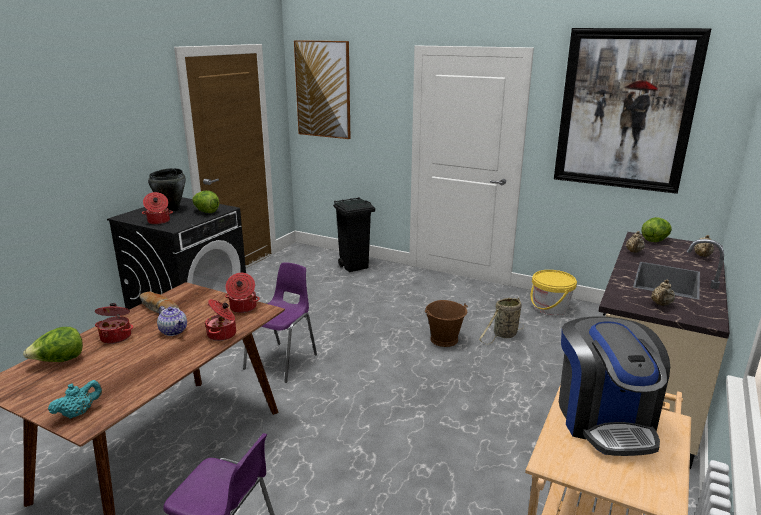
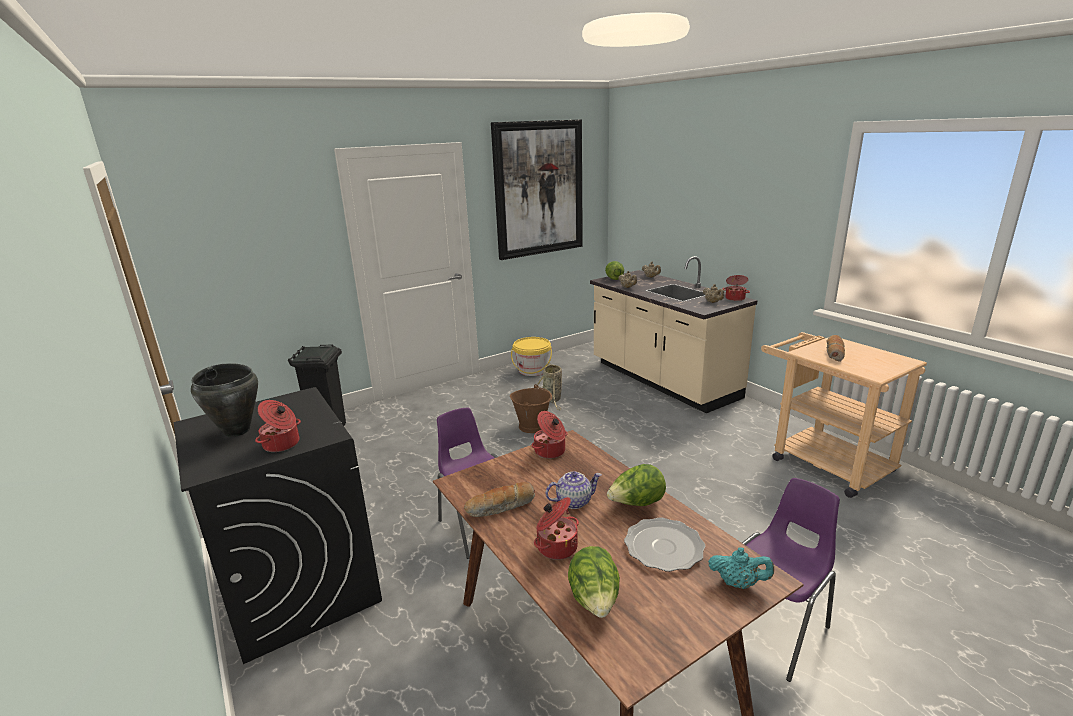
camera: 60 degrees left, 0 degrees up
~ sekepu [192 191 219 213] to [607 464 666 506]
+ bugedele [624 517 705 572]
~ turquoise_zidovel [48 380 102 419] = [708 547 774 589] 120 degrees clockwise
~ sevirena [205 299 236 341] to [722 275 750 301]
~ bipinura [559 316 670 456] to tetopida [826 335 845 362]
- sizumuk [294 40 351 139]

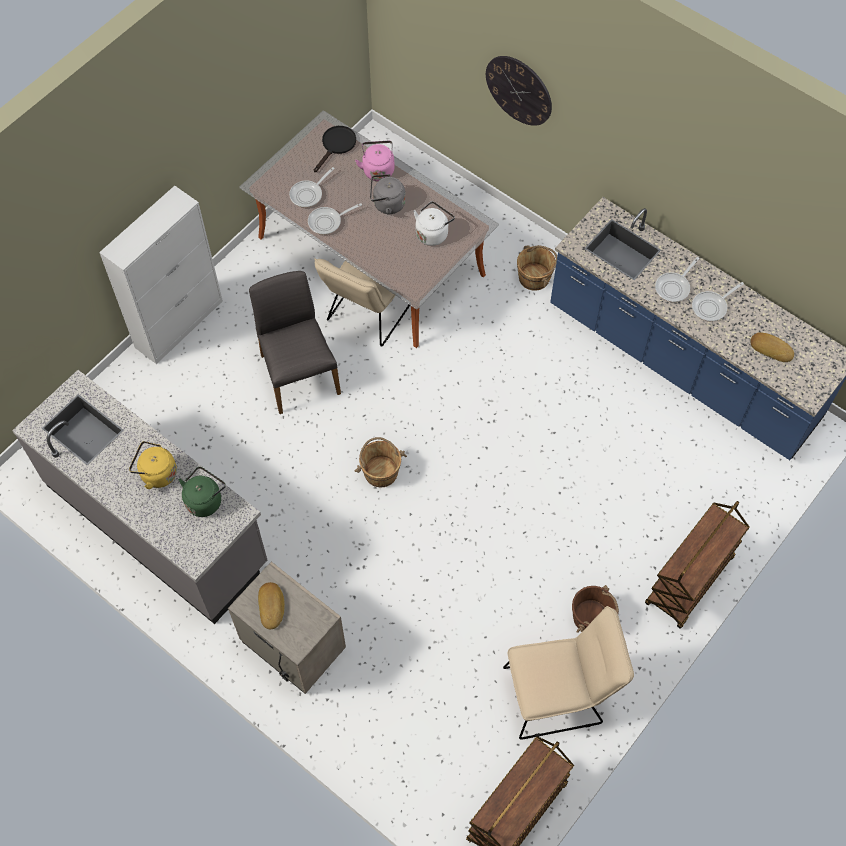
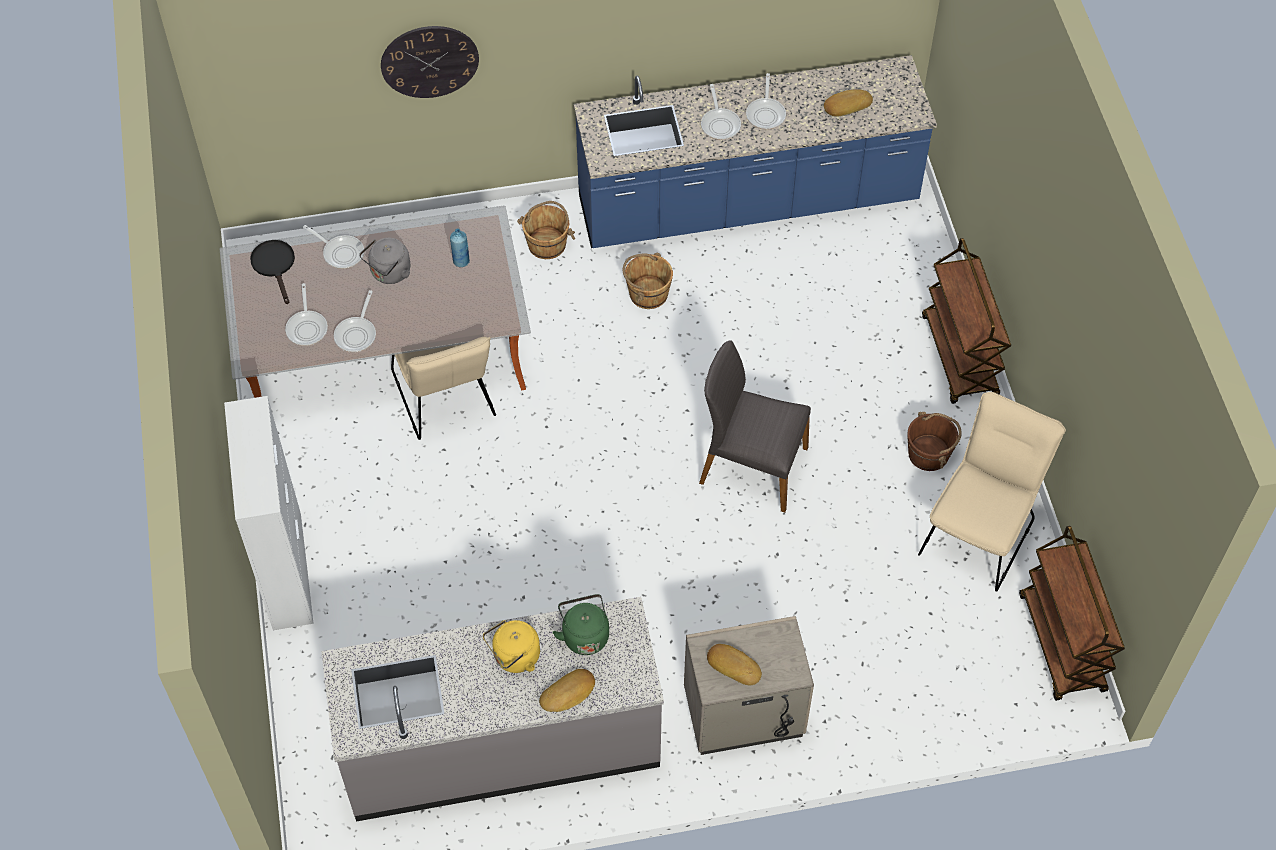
camera: 50 degrees left, 5 degrees down
~ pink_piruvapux [355 141 395 181] to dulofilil [303 225 364 269]
~ white_piruvapux [413 201 455 246] to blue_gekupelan [450 228 470 267]
+ tetopida [539 669 595 712]
~ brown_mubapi [355 437 407 487] to [623 252 673 309]
~ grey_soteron [249 271 341 414] to [699 340 811 513]

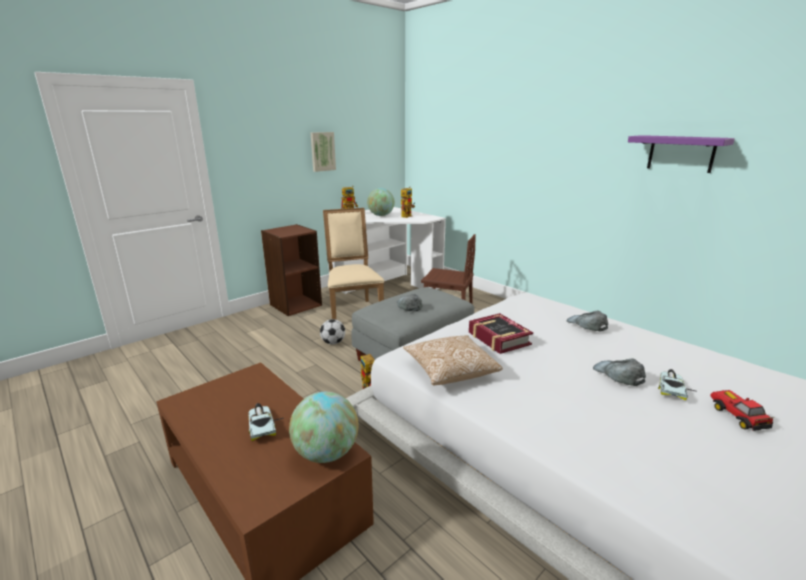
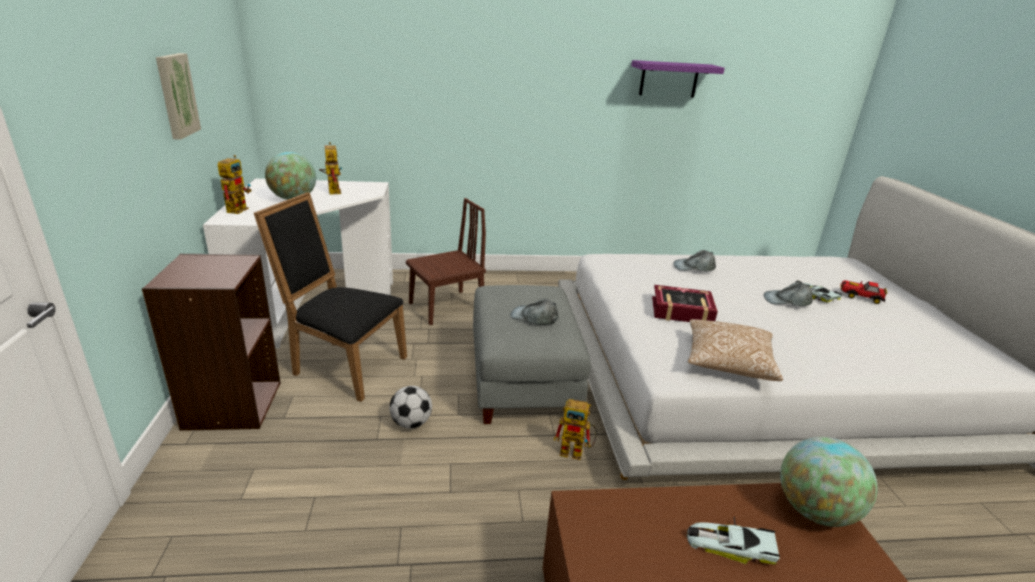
camera: 55 degrees left, 5 degrees up
~ beige_soteron [323 208 384 319] to black_soteron [254 192 407 402]

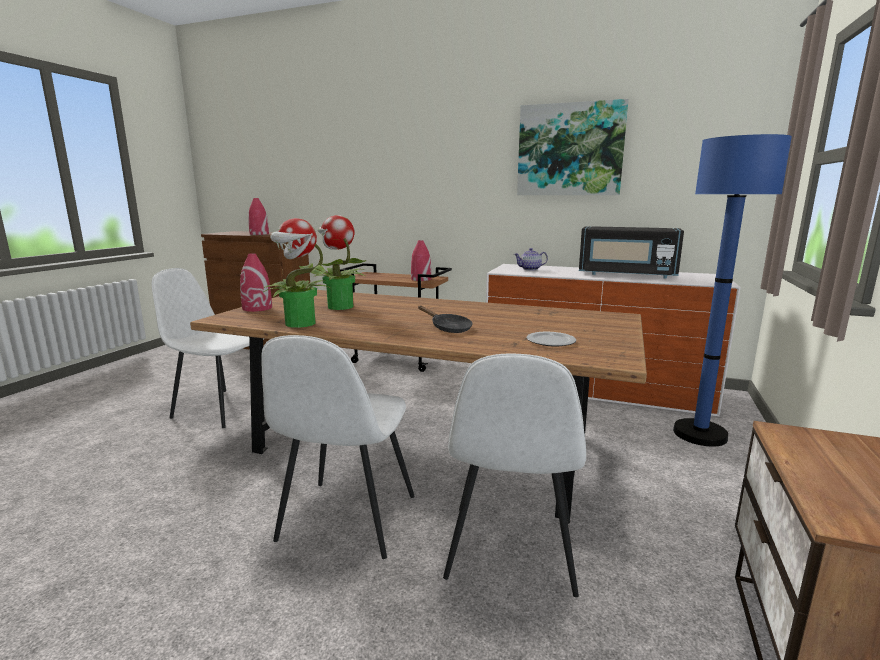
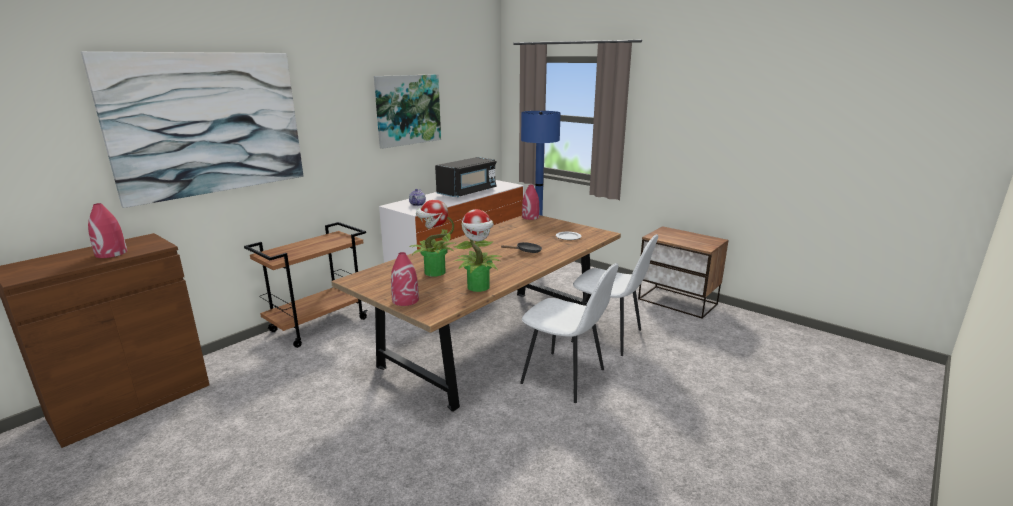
camera: 70 degrees left, 5 degrees up
+ sizumuk [81 51 304 208]
~ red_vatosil [411 240 431 281] to [522 184 539 220]
- white_soteron [152 268 264 428]

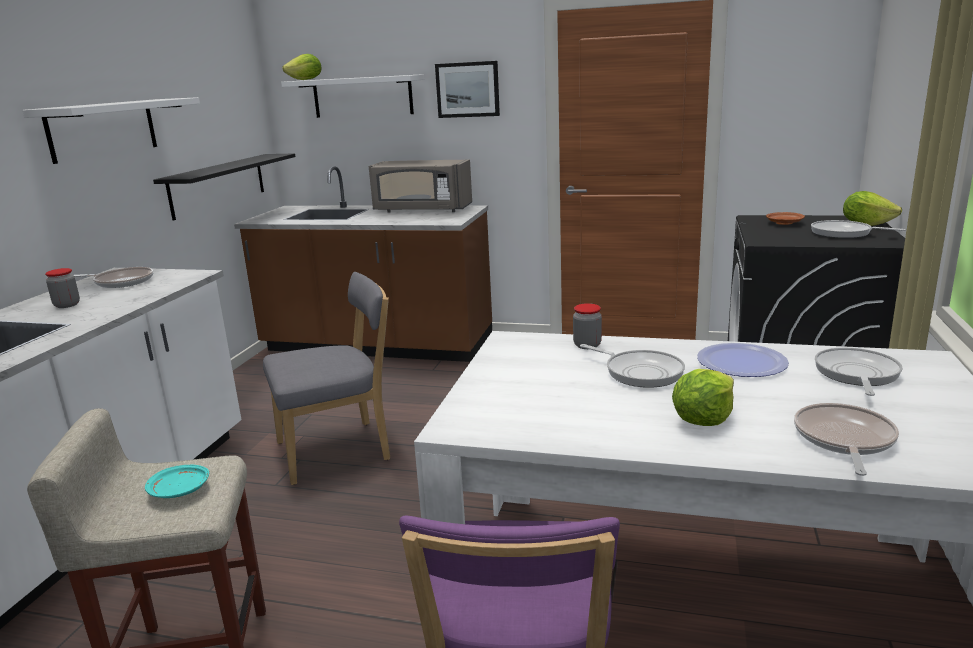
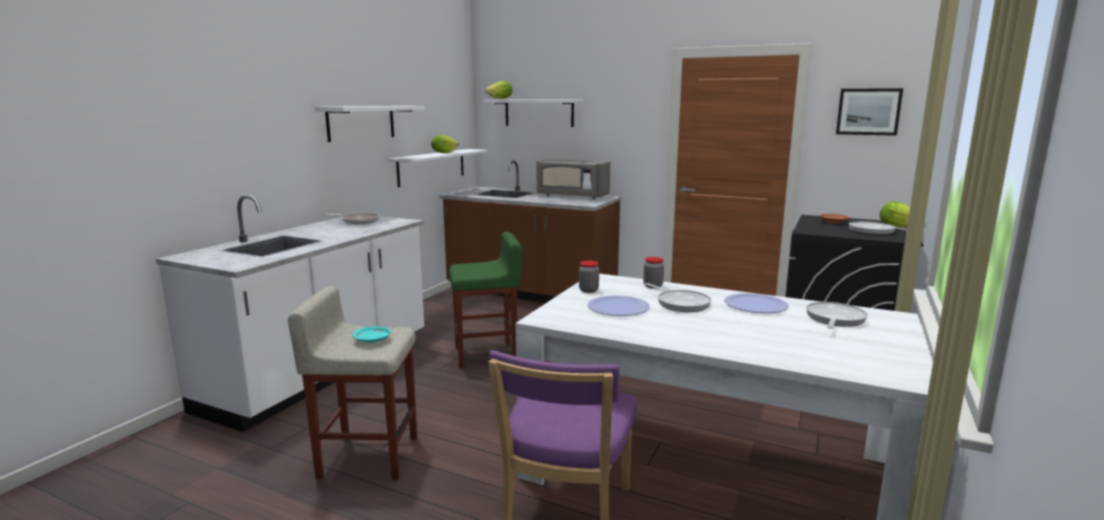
camera: 10 degrees right, 5 degrees down
~ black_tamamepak [153 153 296 221] to white_tamamepak [389 149 488 187]
~ sekepu [672 369 734 426] to [431 135 459 153]
~ grey_soteron [263 272 390 485] to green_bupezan [449 232 522 368]
~ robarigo [45 268 80 308] to [579 261 599 293]
+ bugedele [587 295 650 316]
~ sizumuk [435 61 500 118] to [836 88 903 136]
- dulofilil [794 403 899 476]

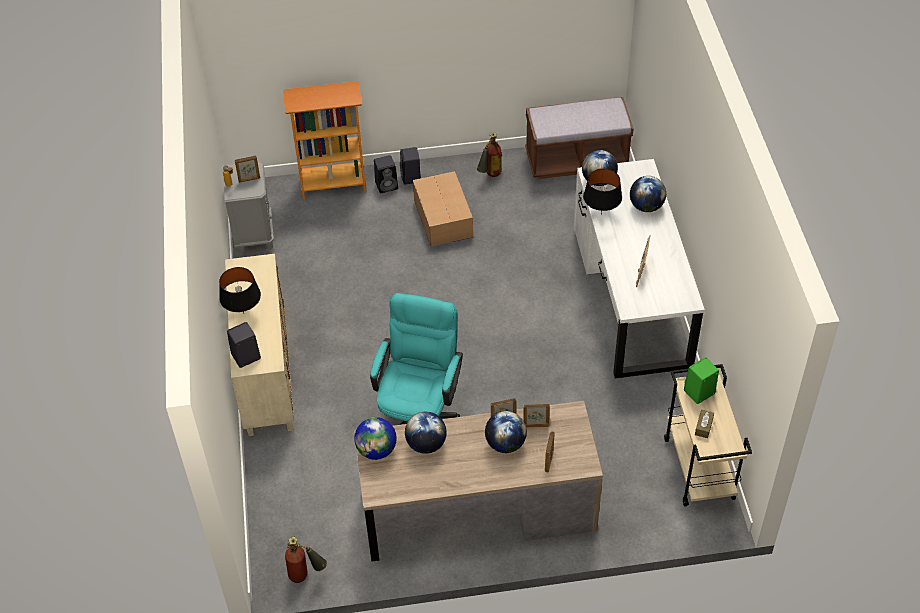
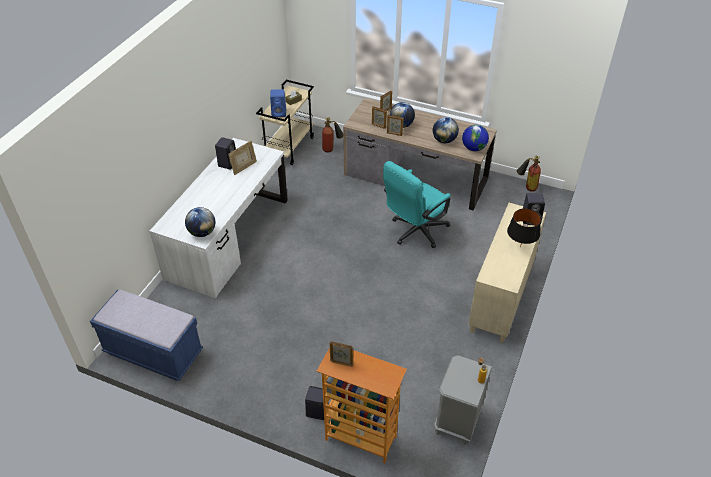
camera: 150 degrees left, 5 degrees down
~ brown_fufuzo [525 97 634 179] to blue_fufuzo [90 290 203 381]
~ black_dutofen [400 147 421 185] to [215 137 236 170]
~ green_dutofen [684 357 719 404] to blue_dutofen [270 89 286 117]
~ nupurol [477 132 502 177] to [322 117 343 153]
~ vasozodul [235 155 260 183] to [329 341 353 367]
- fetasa [413 171 473 246]
- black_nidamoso [583 169 622 215]
- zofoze [630 176 666 212]

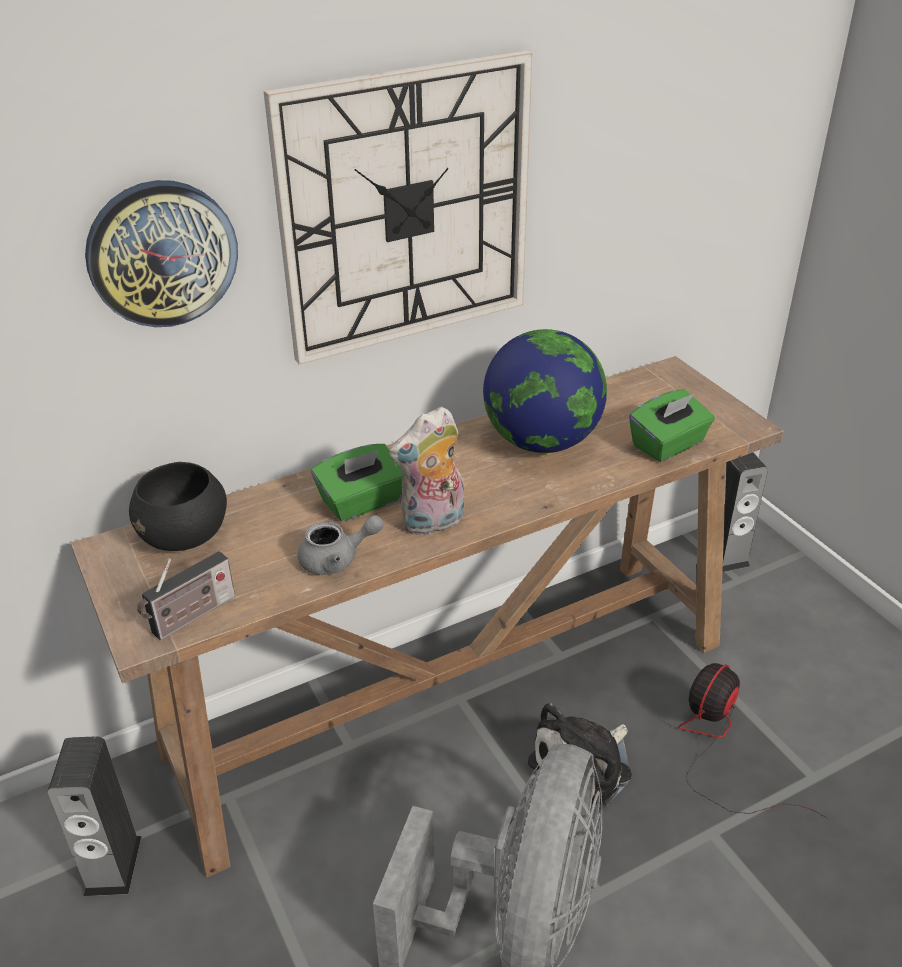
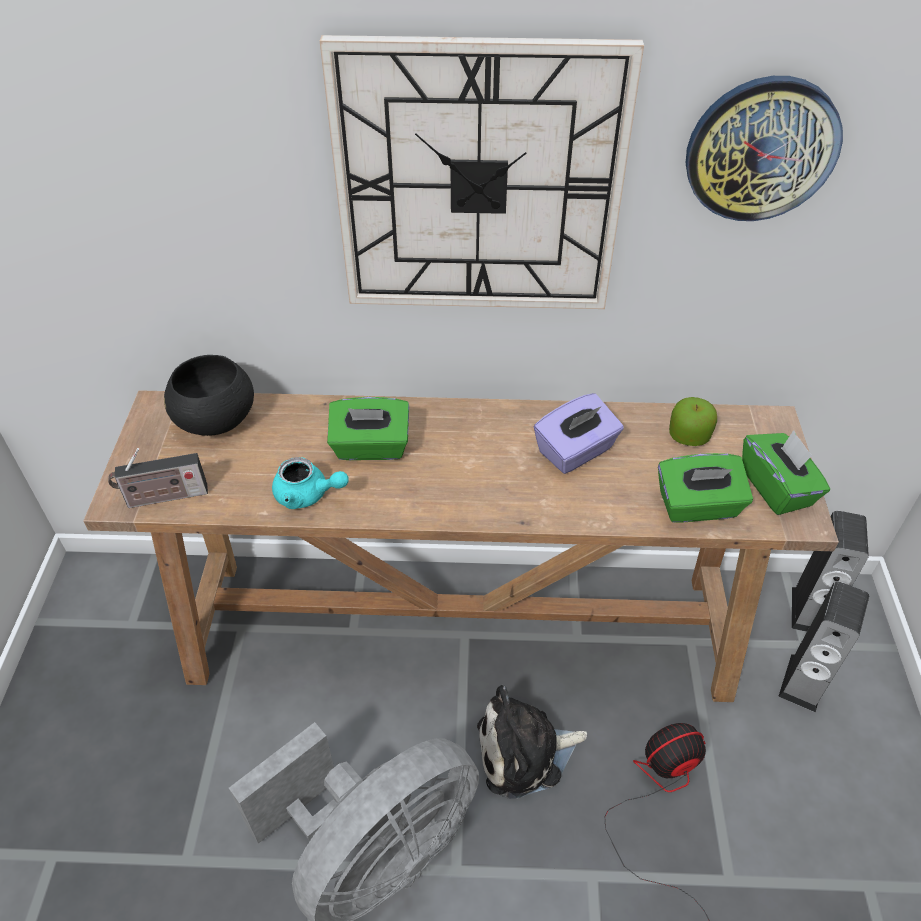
camera: 30 degrees right, 10 degrees up
~ grey_zidovel [298 515 384 575] to turquoise_zidovel [272 457 349 509]
~ zofoze [483 329 607 453] to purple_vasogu [534 393 624 474]
+ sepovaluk [669 397 717 446]
~ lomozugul [85 180 238 327] to [686 76 843 221]
+ green_vasogu [742 430 830 515]
~ dutofen [47 736 142 896] to [778 581 869 713]
- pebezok [389 407 464 537]

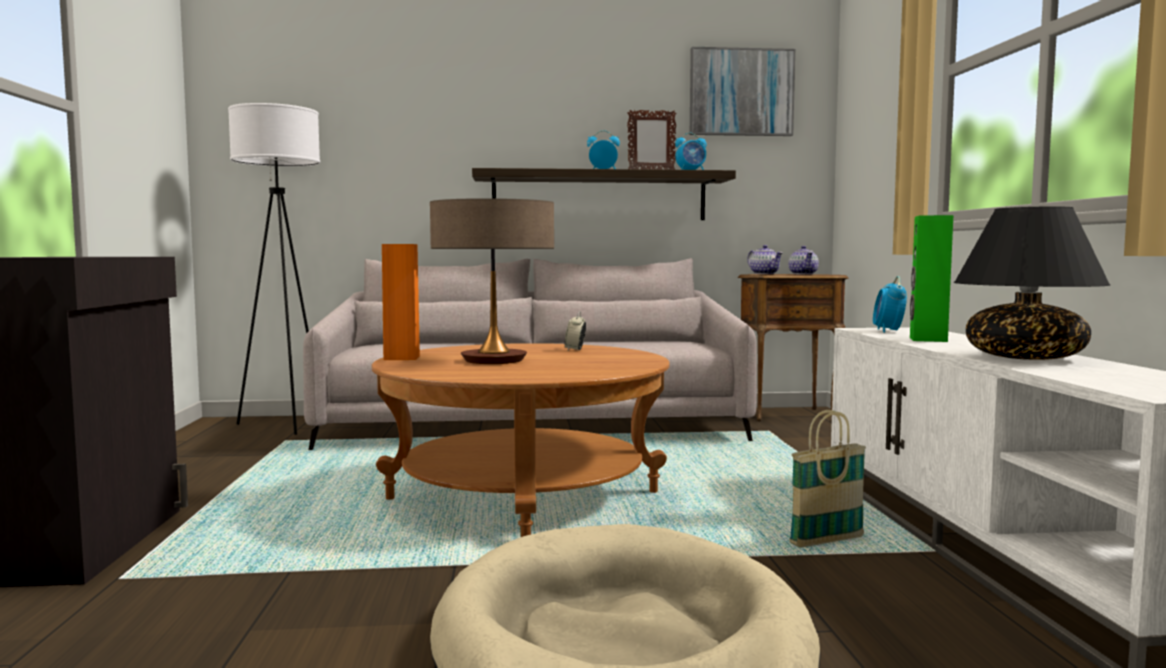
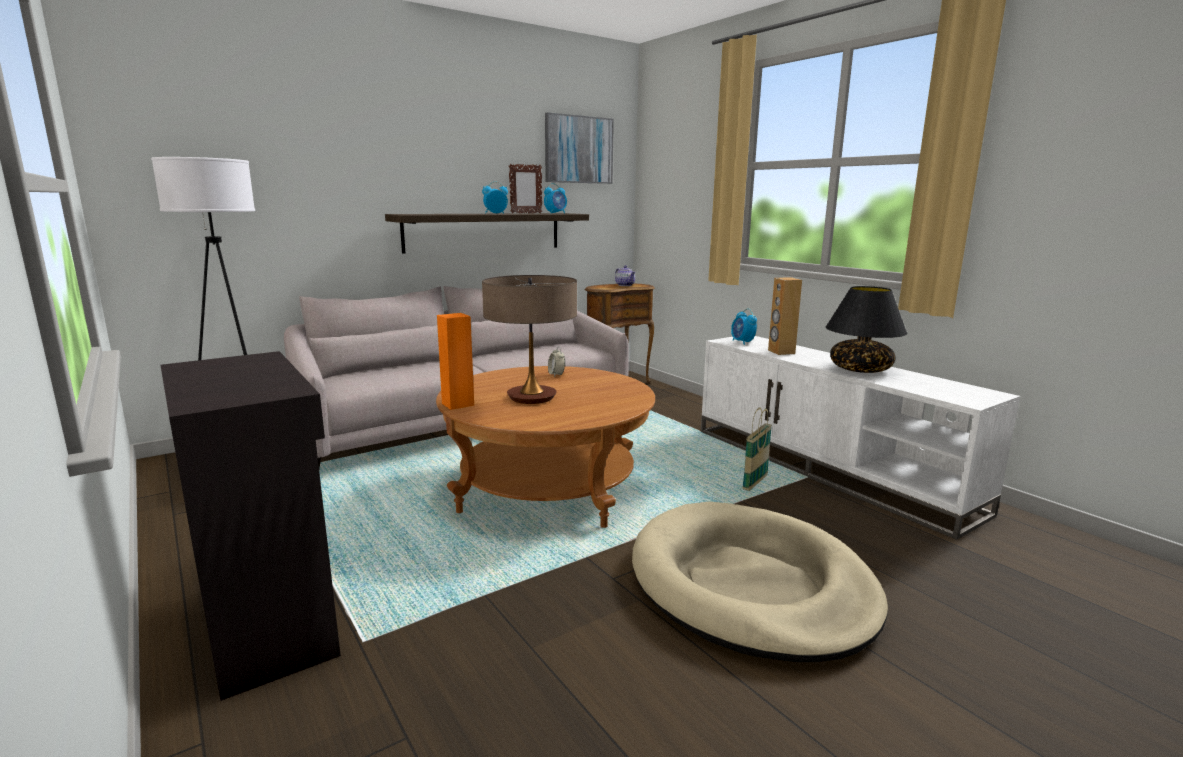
camera: 30 degrees left, 10 degrees up
~ green_dutofen [910 215 953 342] to brown_dutofen [768 277 802 355]
- zidovel [747 245 783 274]

